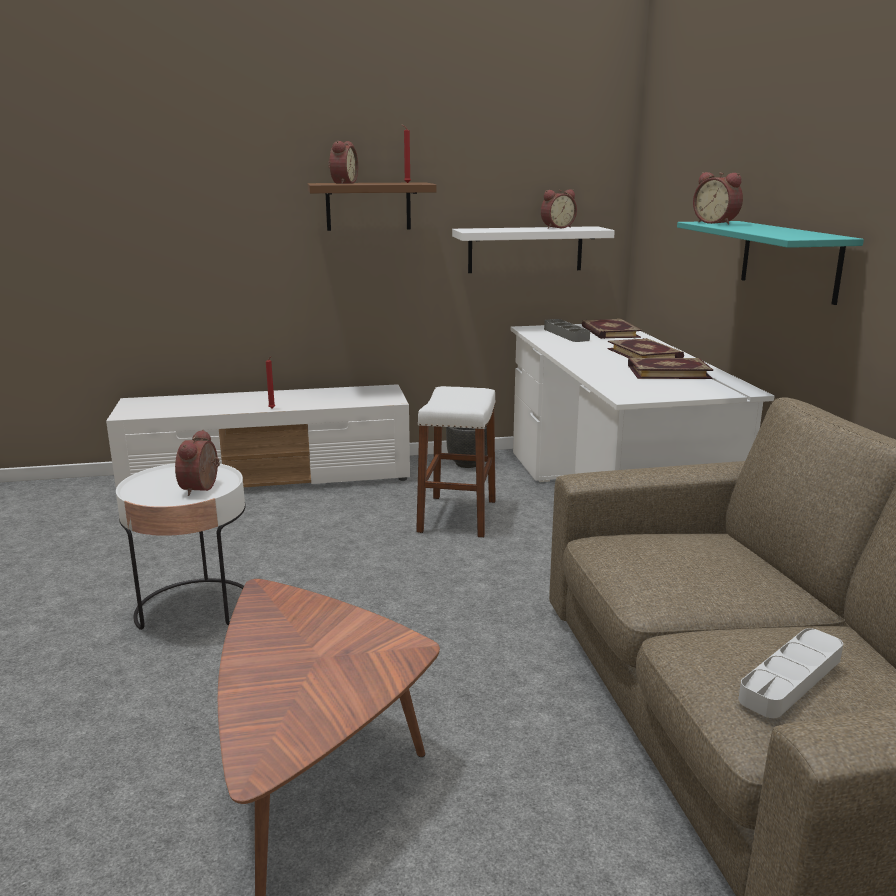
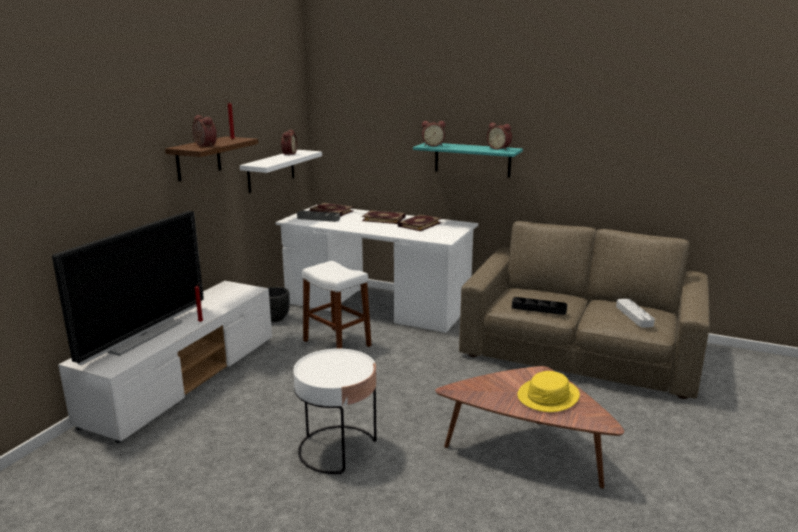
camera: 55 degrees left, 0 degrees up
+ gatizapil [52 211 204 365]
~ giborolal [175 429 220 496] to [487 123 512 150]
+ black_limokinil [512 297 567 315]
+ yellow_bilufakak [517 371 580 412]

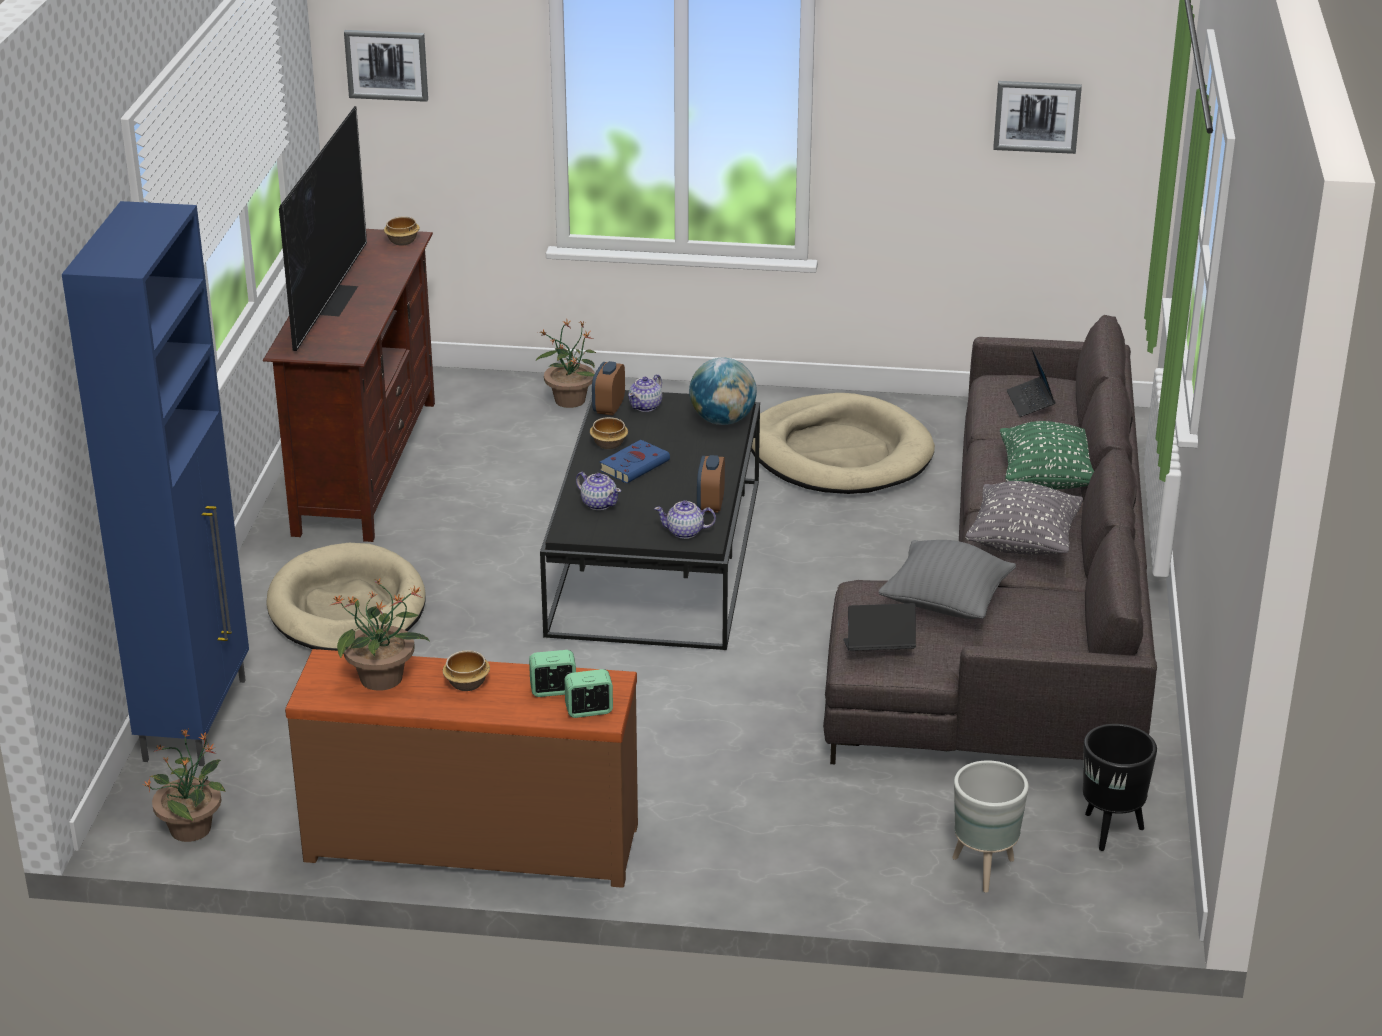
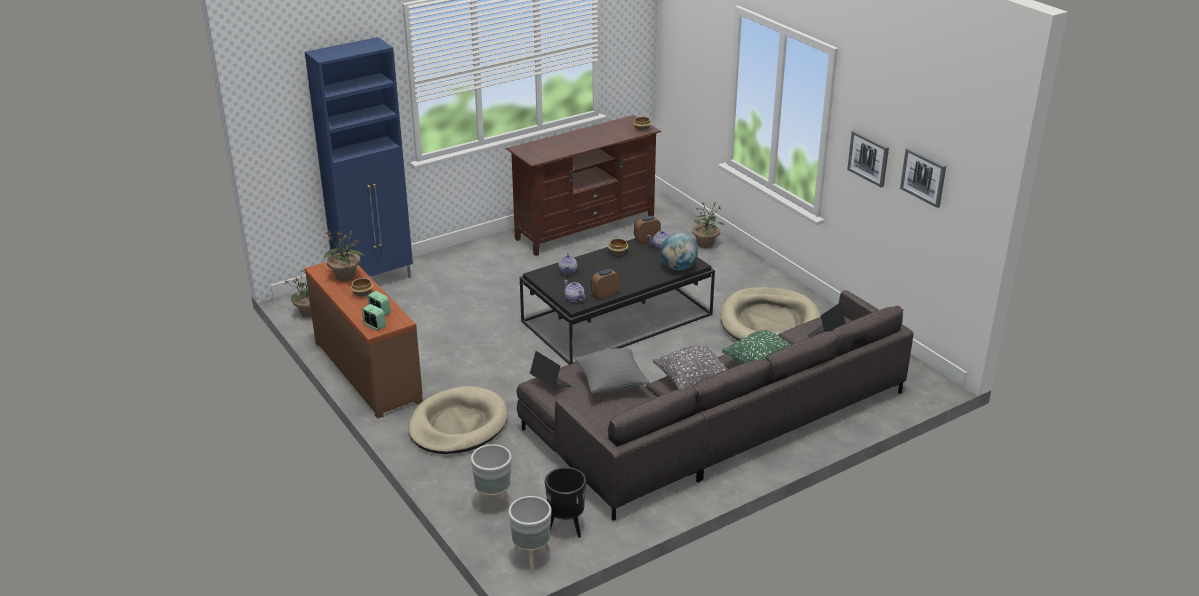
camera: 50 degrees right, 0 degrees up
~ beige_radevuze [266 543 426 651] to [408 386 508 454]
+ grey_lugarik [508 496 552 573]
~ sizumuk [344 30 428 102] to [847 131 889 188]
- gatizapil [279 106 367 351]
- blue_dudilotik [600 440 670 483]

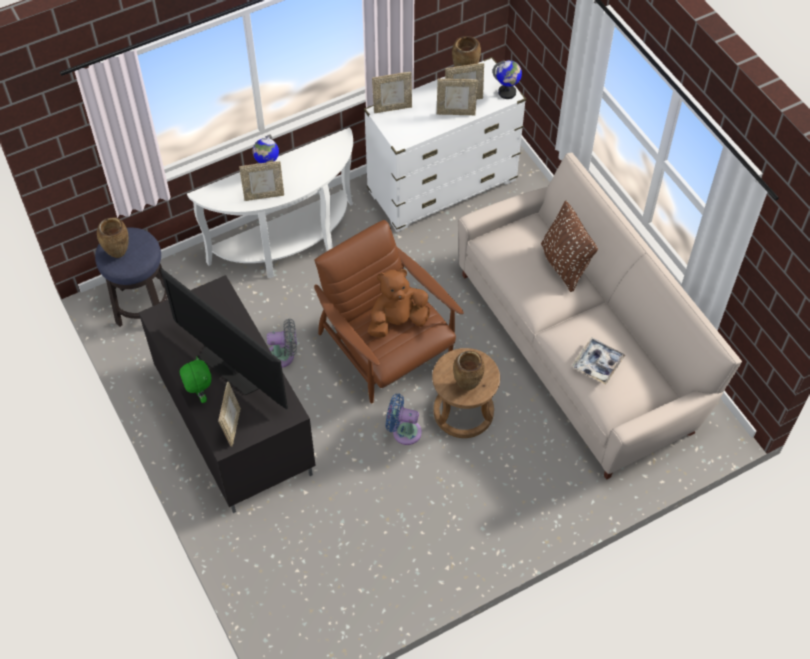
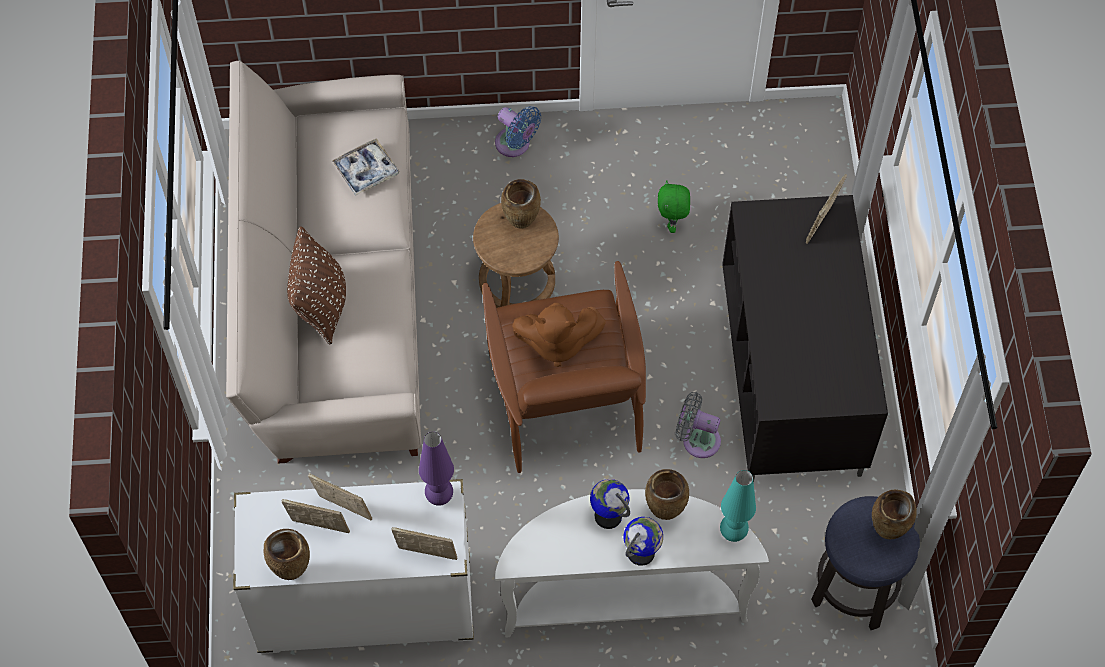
camera: 155 degrees left, 5 degrees up
+ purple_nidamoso [419 432 454 506]
~ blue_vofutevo [386 394 422 445] to [495 106 541 157]
~ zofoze [492 60 522 99] to [590 479 630 529]
~ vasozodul [239 161 284 201] to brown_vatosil [645 469 689 520]
~ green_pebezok [180 356 212 403] to [658 181 690 233]
+ turquoise_nidamoso [720 470 756 542]
- gatizapil [160 268 288 409]

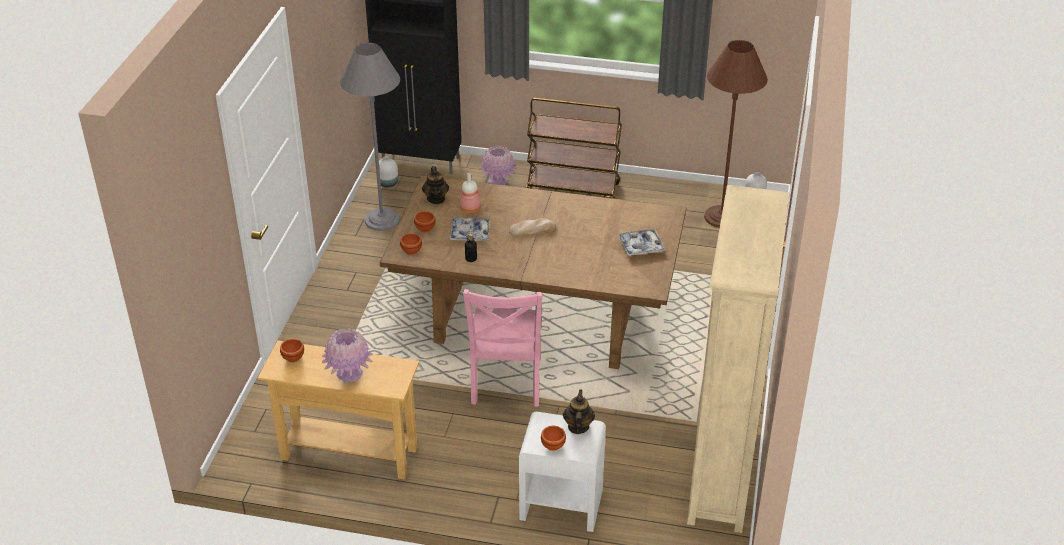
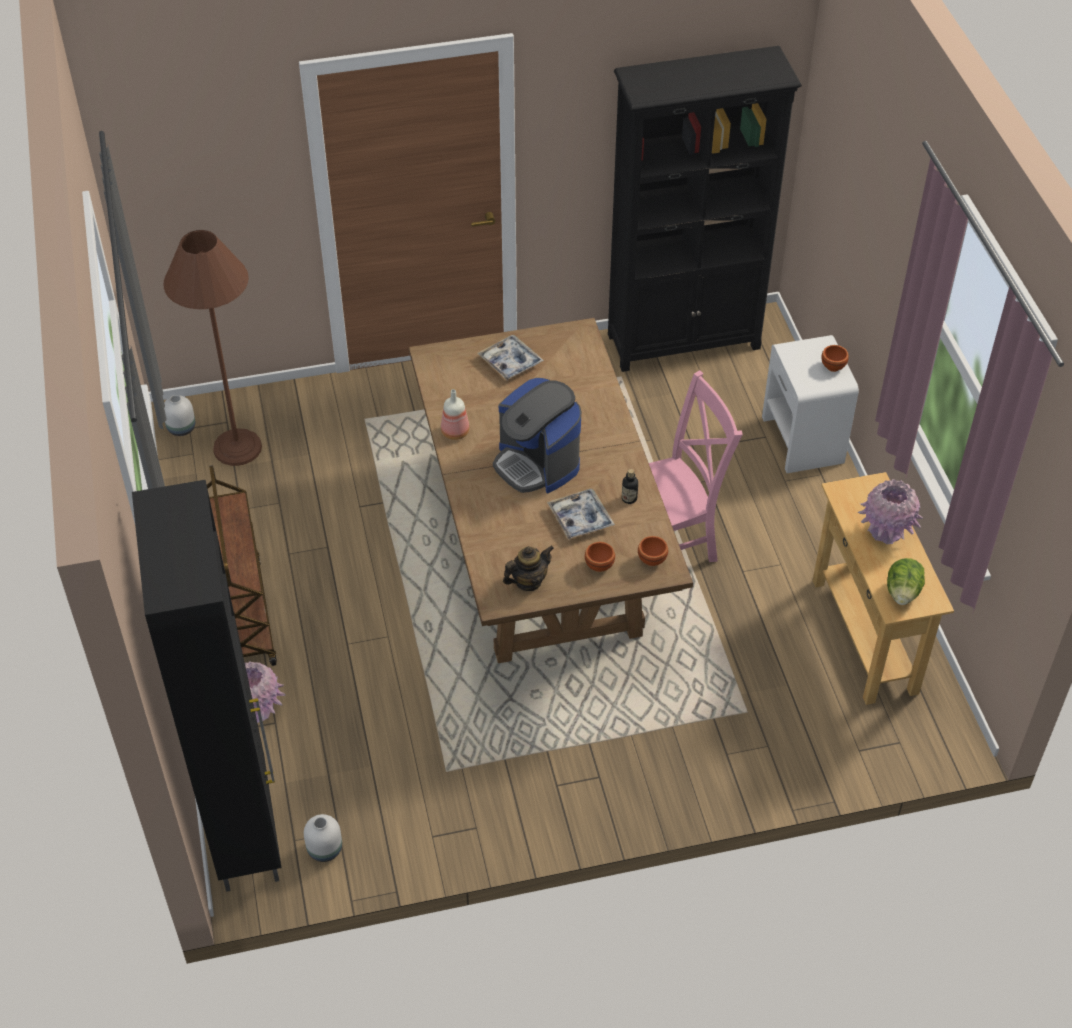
camera: 115 degrees left, 10 degrees up
~ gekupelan [460 173 481 214] to [441 389 469 440]
~ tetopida [509 218 556 237] to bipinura [493 378 581 494]
~ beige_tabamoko [687 185 789 533] to black_tabamoko [608 46 802 372]
~ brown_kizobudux [280 339 304 362] to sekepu [887 558 925 605]
- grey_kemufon [340 43 400 231]
- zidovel [563 389 595 434]

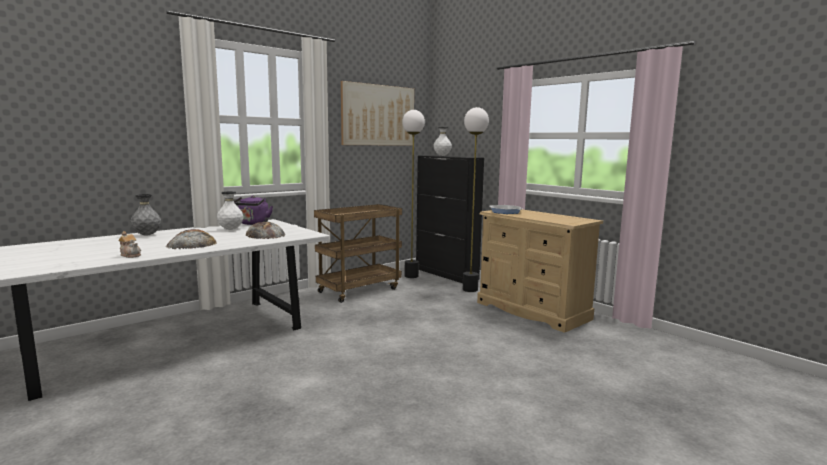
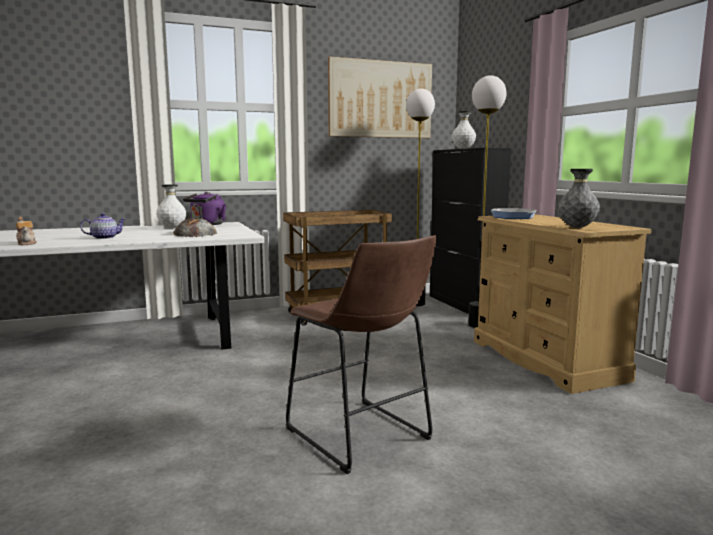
camera: 20 degrees right, 0 degrees up
~ tetopida [166 229 217 249] to zidovel [80 213 126 239]
+ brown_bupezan [286 235 436 474]
~ grey_vatosil [130 194 161 236] to [558 169 600 228]

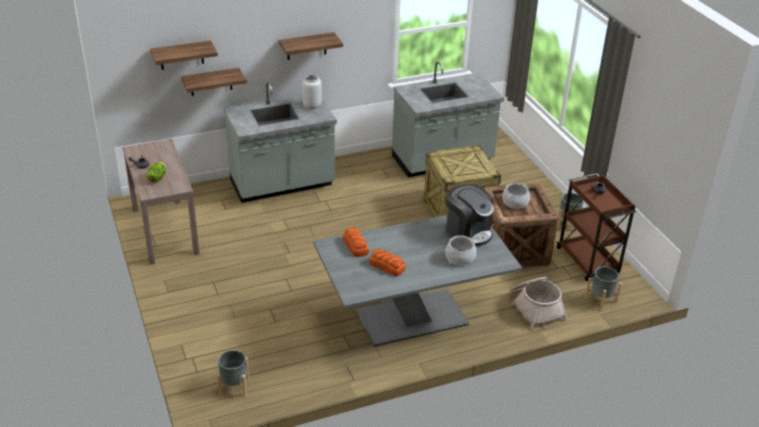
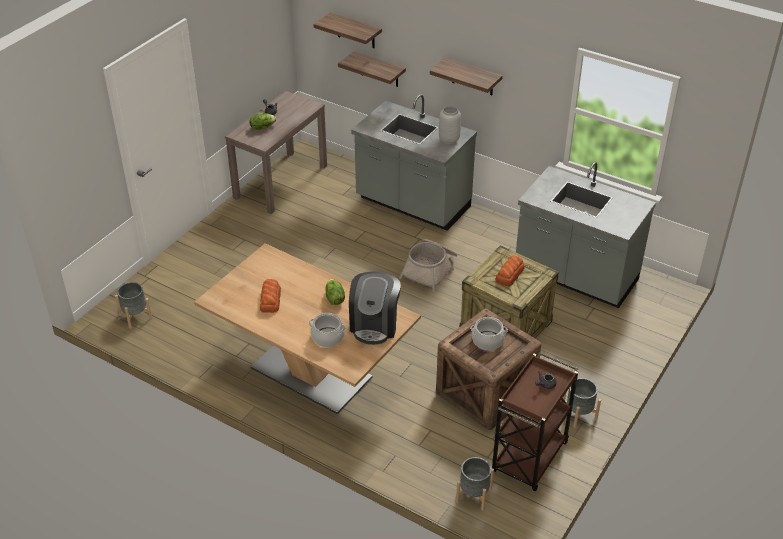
camera: 55 degrees right, 5 degrees up
~ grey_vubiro [313 215 522 347] to brown_vubiro [194 243 421 415]
+ sekepu [325 279 345 305]
~ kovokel [510 277 567 330] to [399 239 457 292]
~ tetopida [343 227 369 257] to [495 255 525 286]

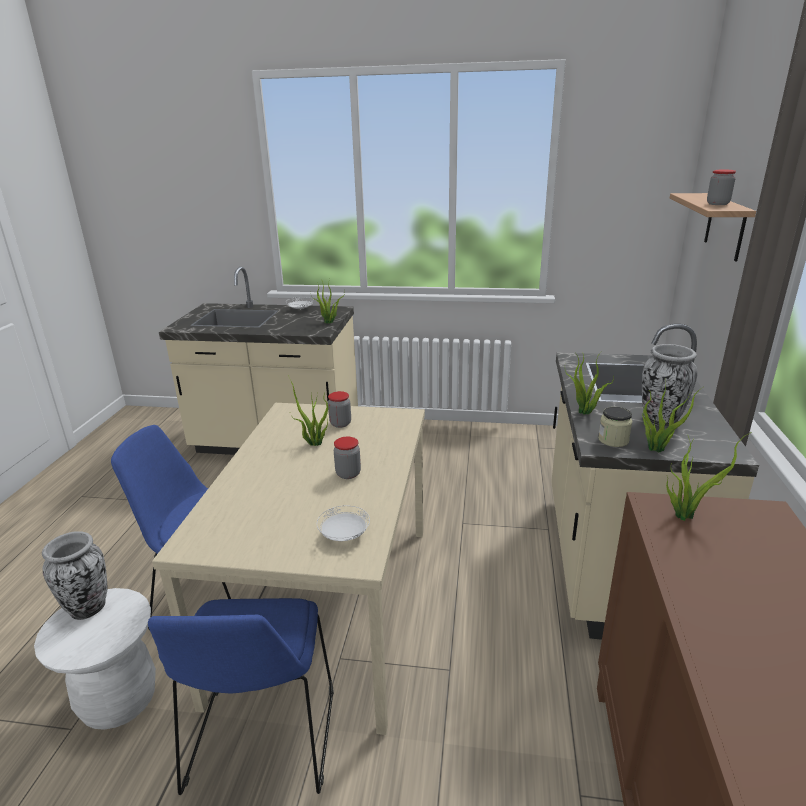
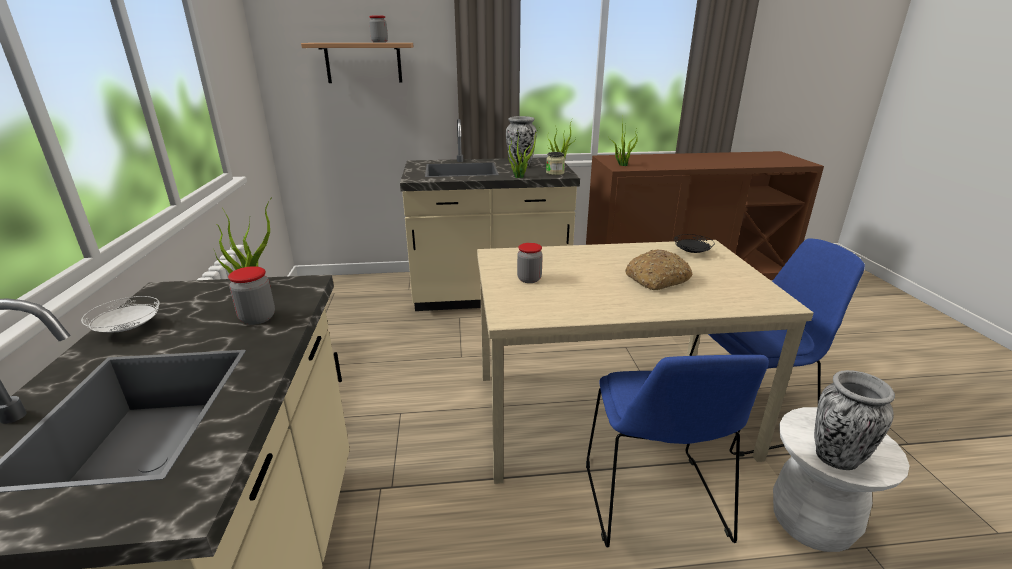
camera: 105 degrees left, 0 degrees up
~ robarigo [334 437 361 479] to [228 266 275 325]
+ tetopida [625 249 693 290]
~ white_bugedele [317 506 370 541] to black_bugedele [674 234 715 253]
- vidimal [288 375 329 446]

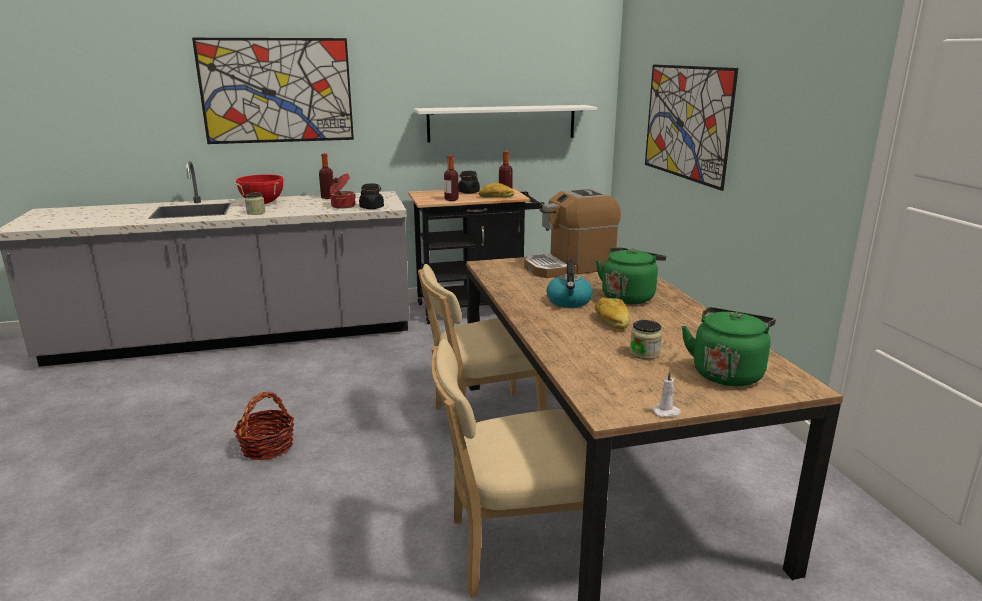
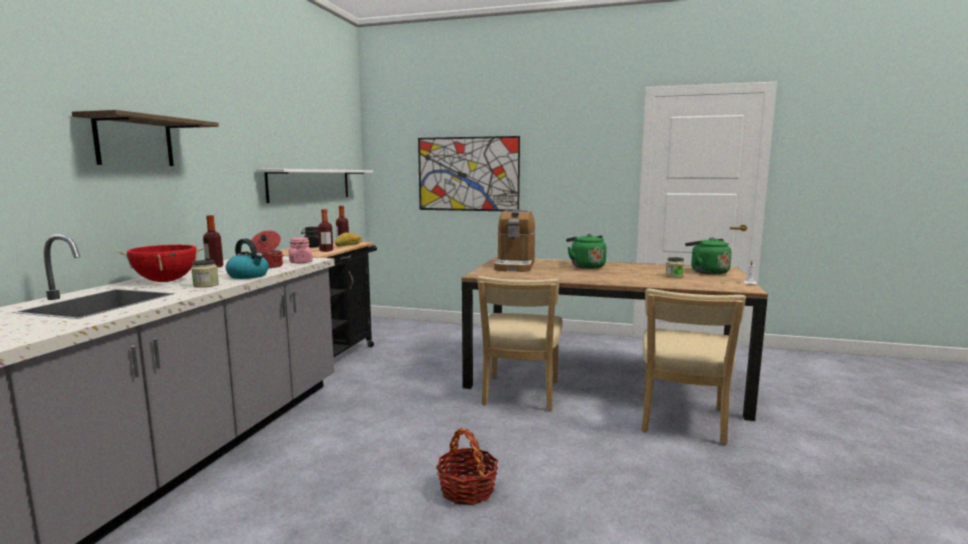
camera: 60 degrees left, 10 degrees down
~ sizumuk [192 38 354 144] to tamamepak [72 110 219 166]
~ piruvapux [546 259 593 308] to [226 239 269 279]
~ black_robarigo [359 183 384 209] to pink_robarigo [289 237 313 264]
- tetopida [595 297 630 329]

